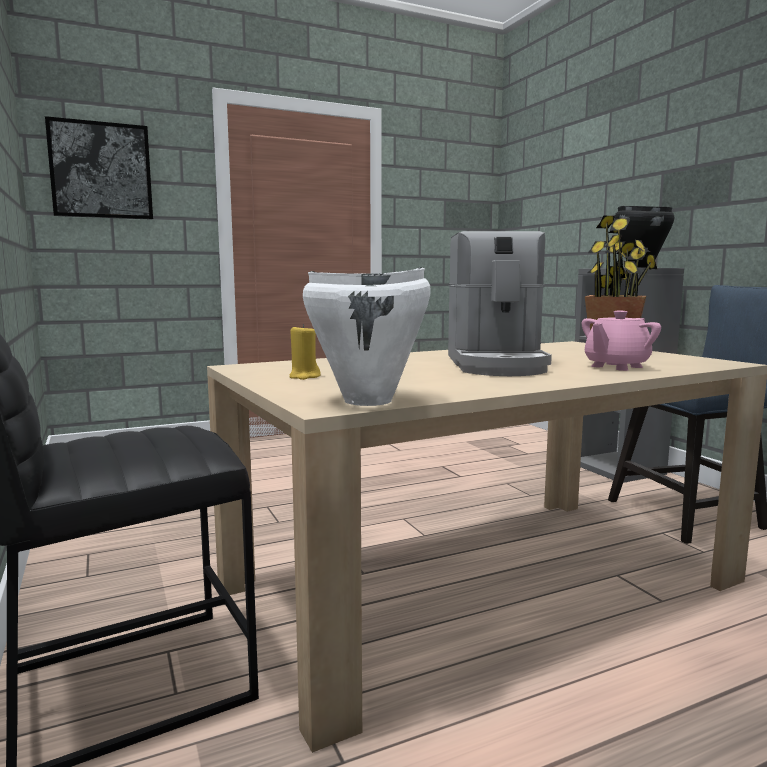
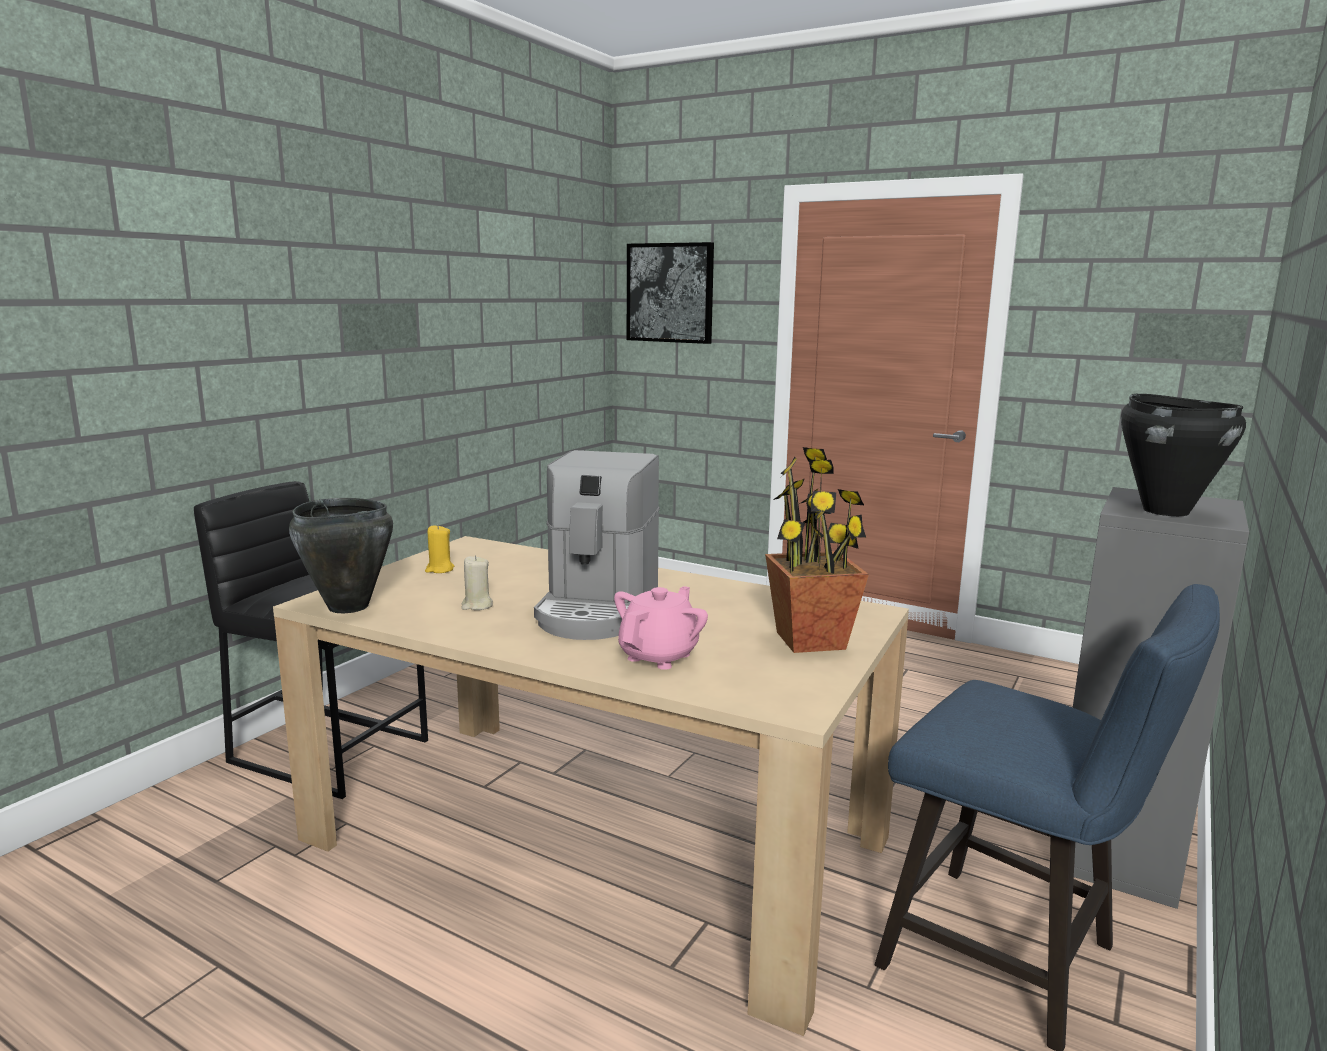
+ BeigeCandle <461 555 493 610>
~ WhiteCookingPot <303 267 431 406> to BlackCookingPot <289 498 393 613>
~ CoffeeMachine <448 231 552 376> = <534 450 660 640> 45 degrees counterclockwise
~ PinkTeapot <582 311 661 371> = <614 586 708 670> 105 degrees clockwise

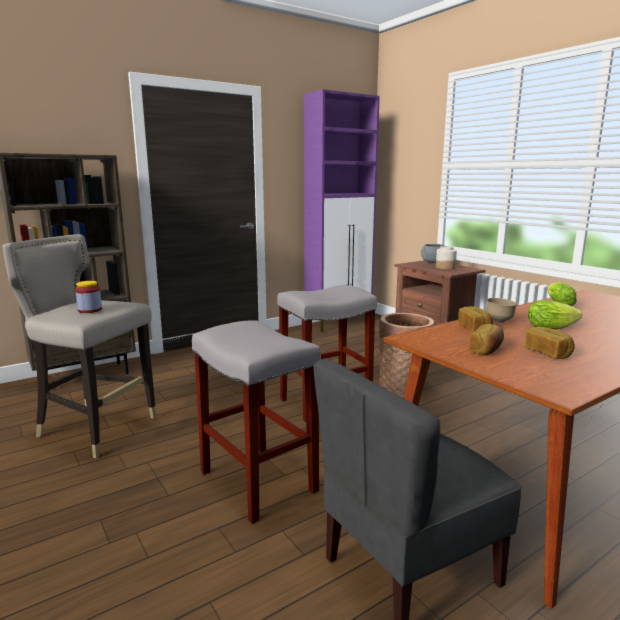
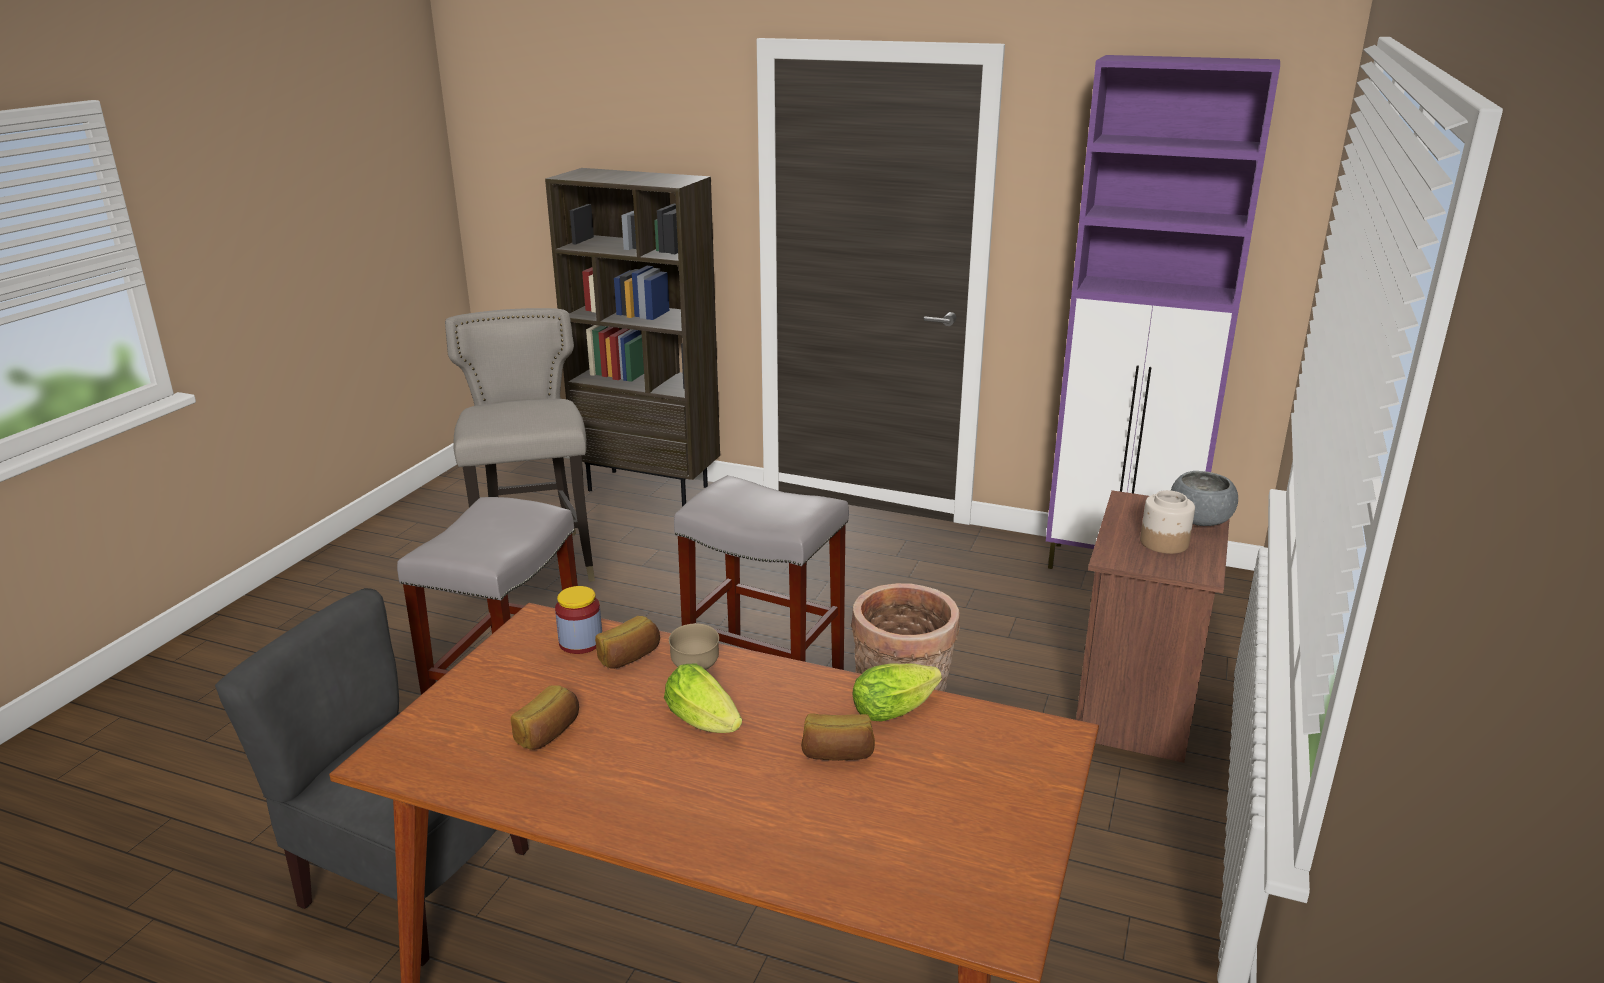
~ Jar <75 281 102 313> to <555 586 602 654>
~ Bread <469 324 504 355> to <801 713 875 761>

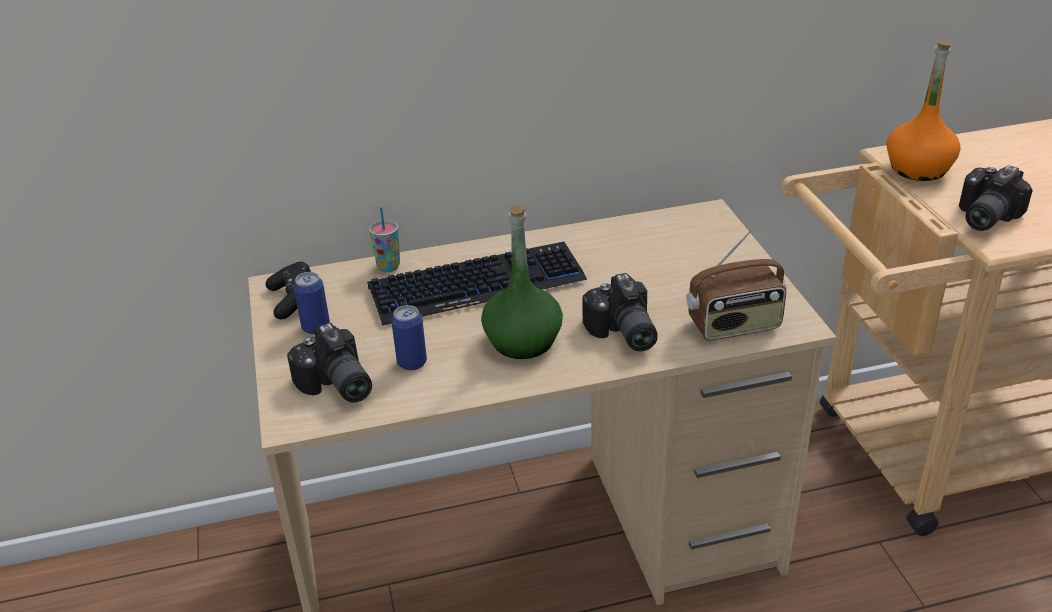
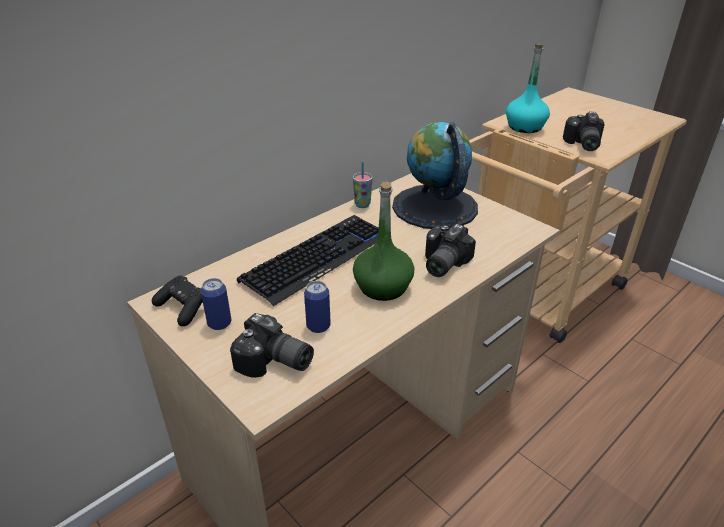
- Radio <686 229 786 341>
+ Globe <392 122 478 229>
~ Cup <369 207 400 272> to <353 162 373 208>
~ OrangeBottle <886 41 961 181> to TurquoiseBottle <506 44 550 133>
~ PhotoCamera <583 273 658 352> = <425 224 476 277> 75 degrees clockwise

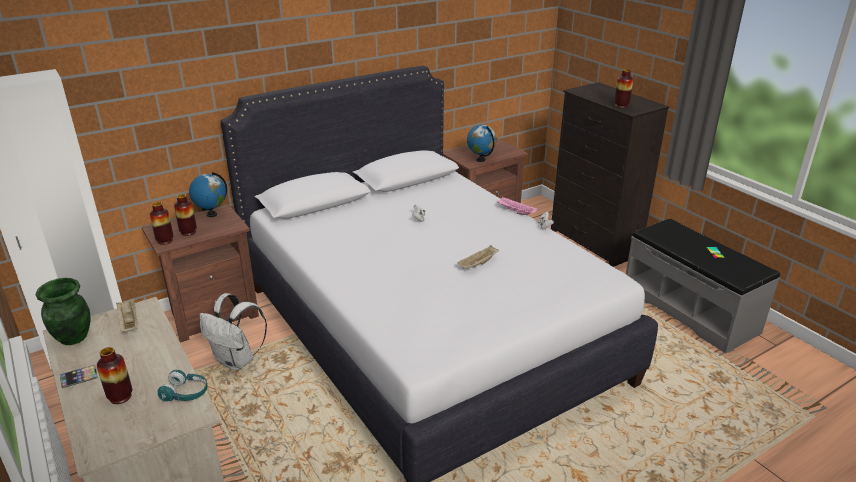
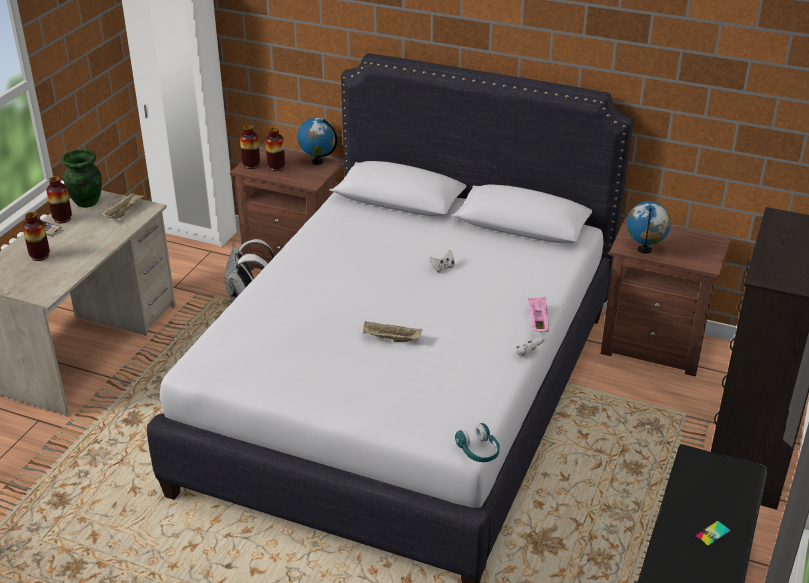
~ TurquoiseHeadphones <158 370 208 402> to <455 423 500 462>
~ Vase <614 69 633 108> to <46 176 72 223>

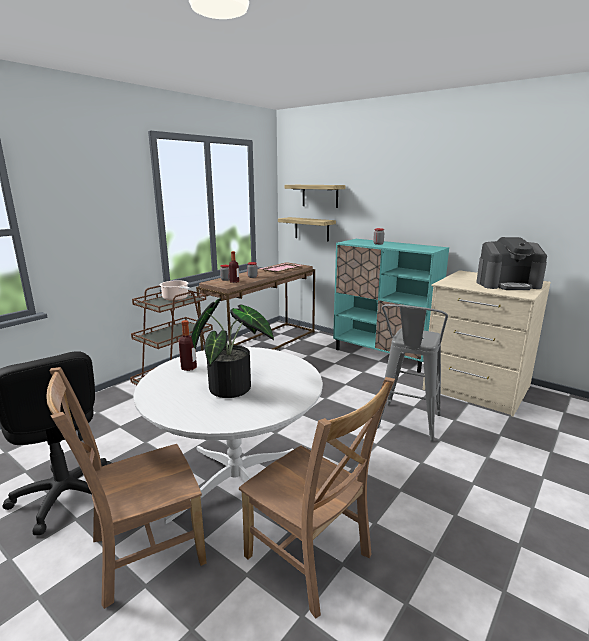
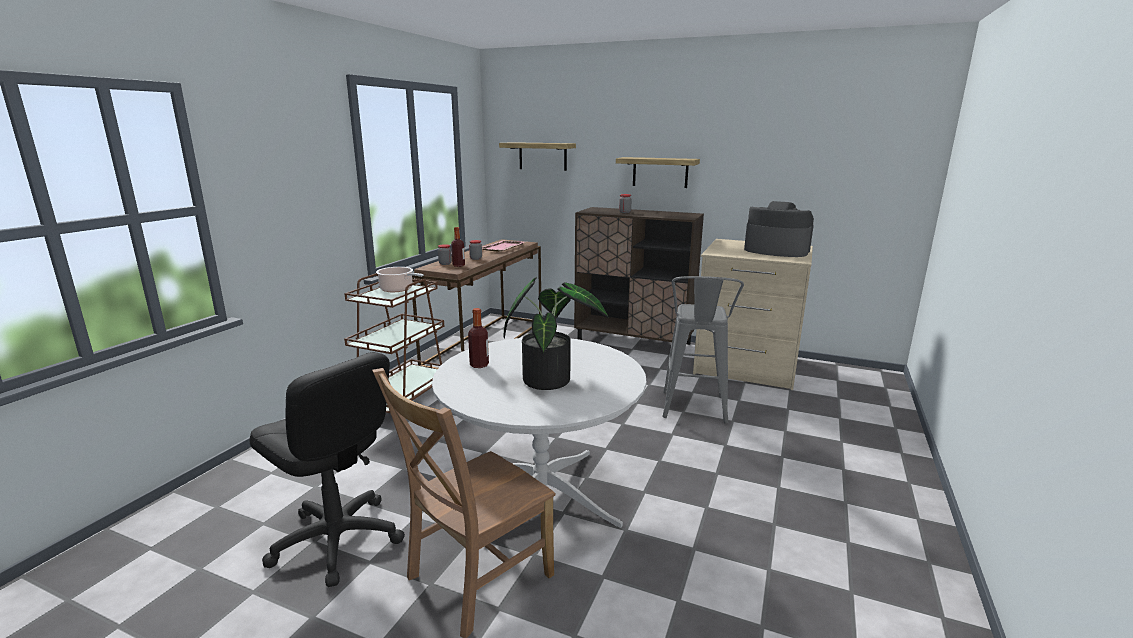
- BrownChair <239 377 395 619>
~ Shelf <278 217 336 241> to <616 157 700 188>
~ TurquoiseCabinet <333 239 449 373> to BrownCabinet <574 207 704 345>
~ CoffeeMachine <476 237 547 290> = <744 201 814 257> 135 degrees counterclockwise

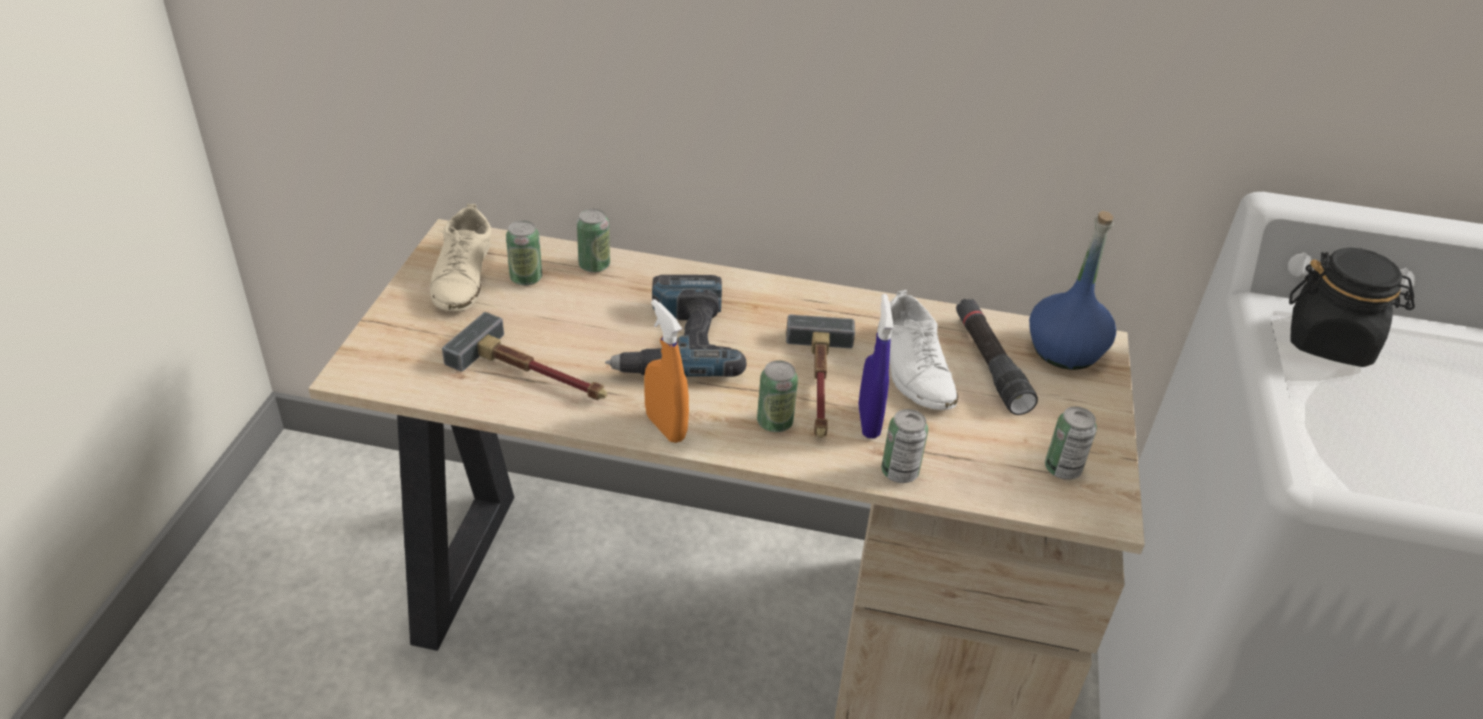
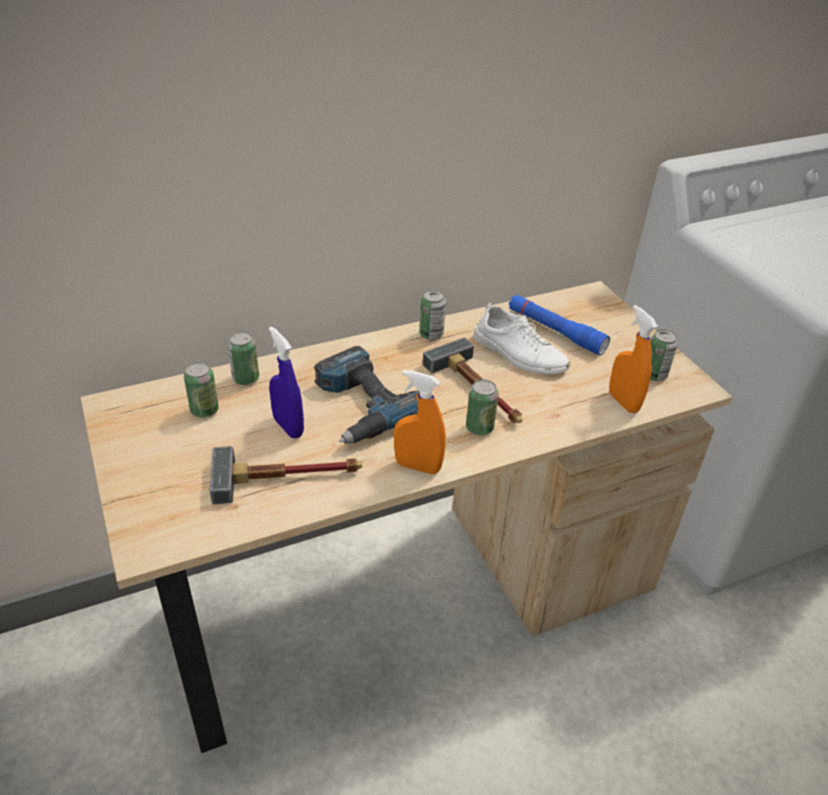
- BeigeShoe <430 204 491 311>
- BlueBottle <1029 211 1116 370>
- BlackJar <1289 248 1415 367>
+ OrangeSprayBottle <609 305 658 413>
~ BlueSprayBottle <859 294 893 439> to <269 326 304 439>
~ Can <881 409 928 483> to <419 290 446 340>
~ BlackFlashlight <956 299 1038 415> to BlueFlashlight <509 295 610 355>

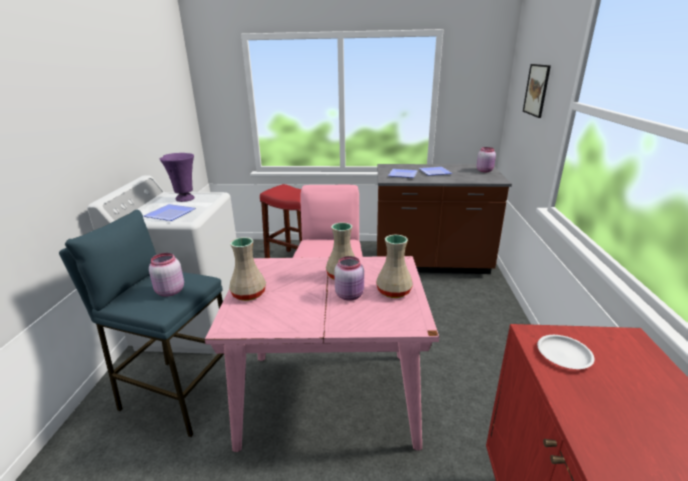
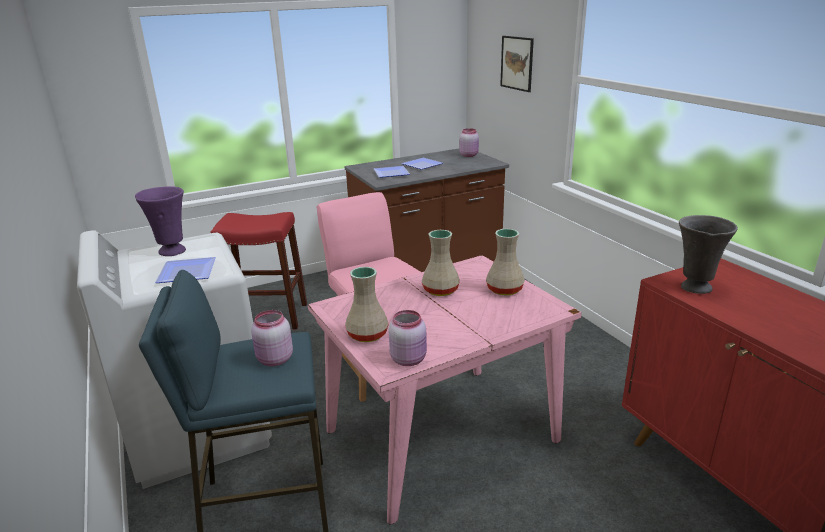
~ PinkJar <334 256 364 301> to <388 310 427 366>
~ WhitePlate <537 335 594 369> to GreyVase <679 215 738 294>

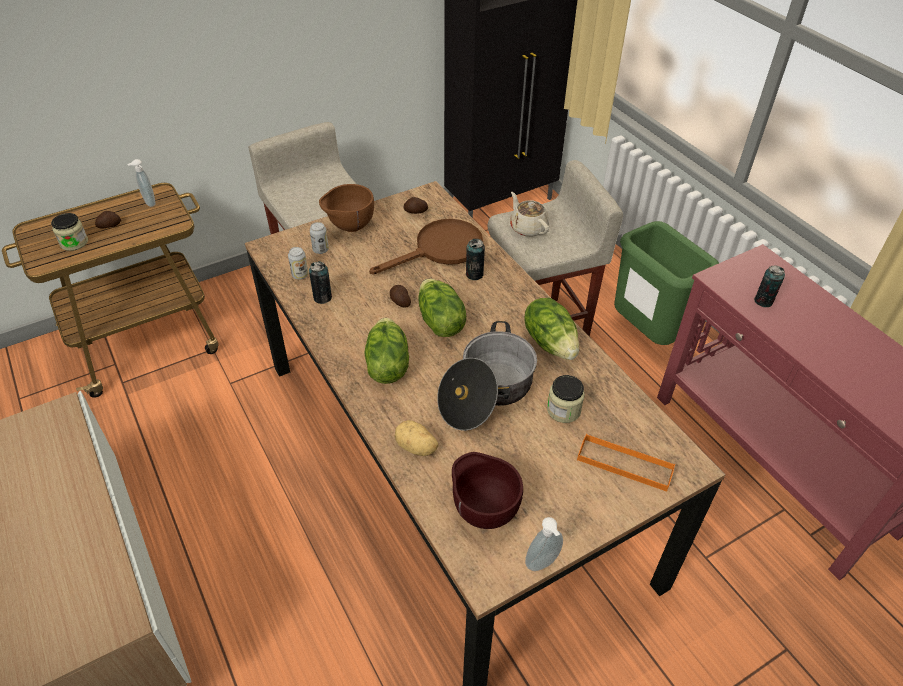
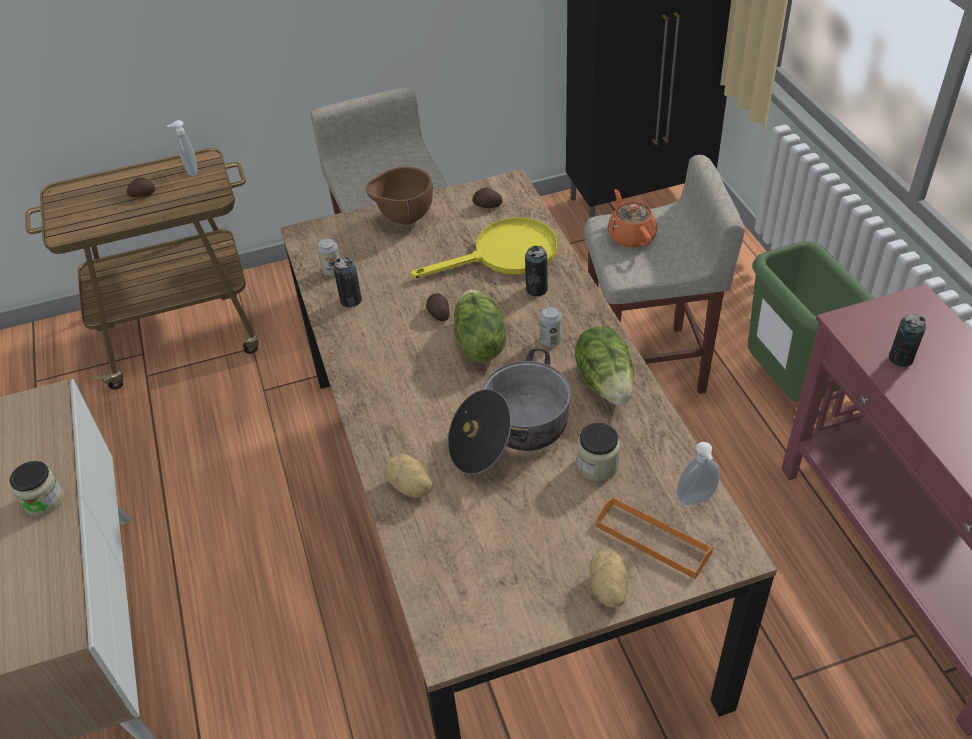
- Lettuce <364 318 409 384>
- BrownBowl <452 452 523 529>
+ Potato <590 551 629 608>
~ Jar <51 213 88 251> to <9 461 64 516>
~ Can <310 222 329 254> to <540 306 562 347>
~ SoapDispenser <525 517 563 571> to <676 442 720 506>
~ BrownFryingPan <369 219 483 275> to YellowFryingPan <411 218 557 278>
~ BeigeTeapot <510 192 549 237> to OrangeTeapot <607 189 657 248>

